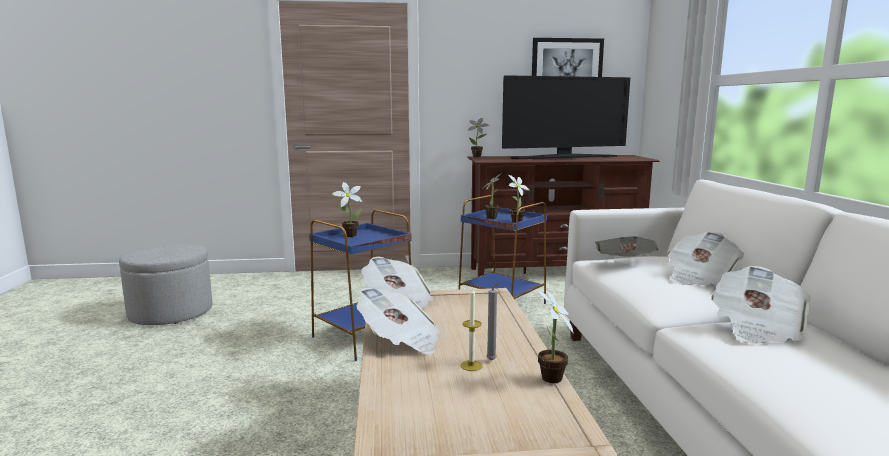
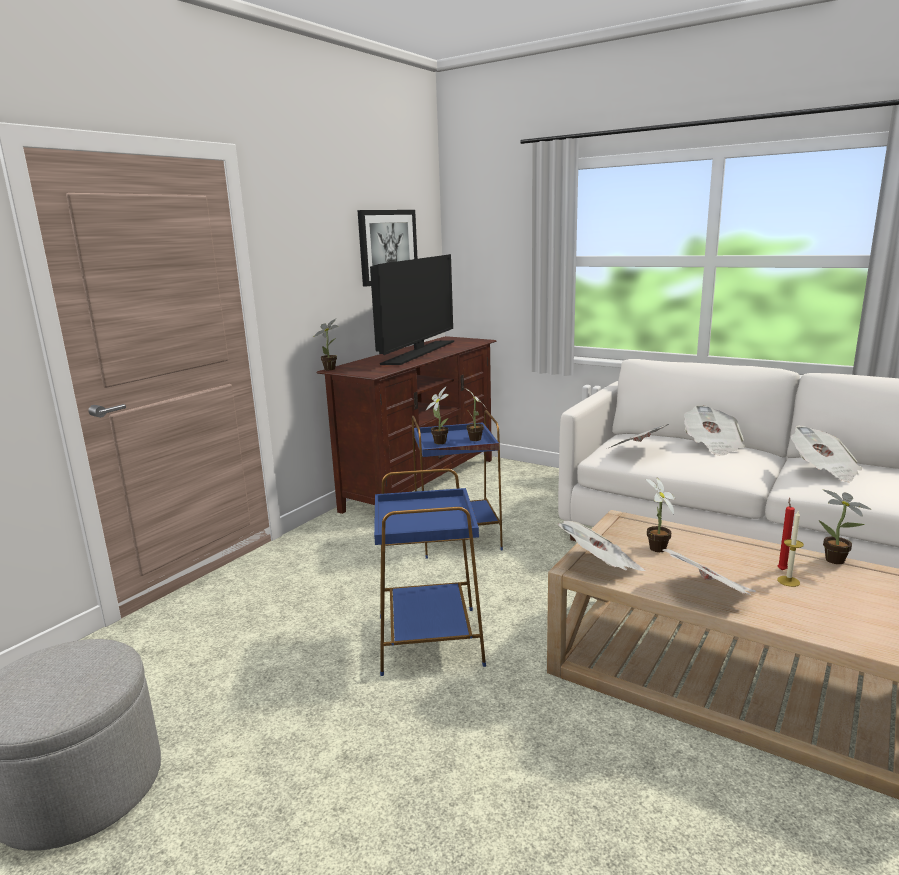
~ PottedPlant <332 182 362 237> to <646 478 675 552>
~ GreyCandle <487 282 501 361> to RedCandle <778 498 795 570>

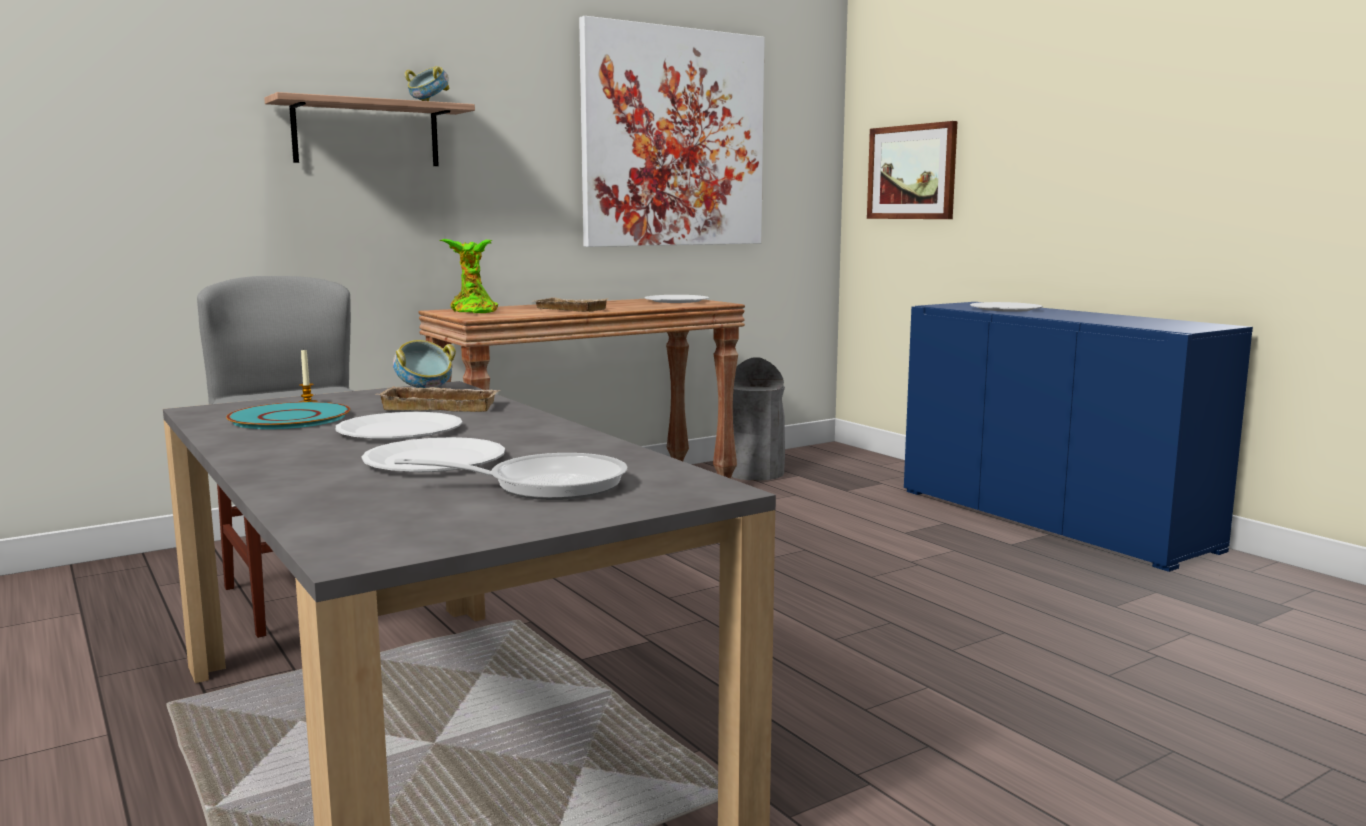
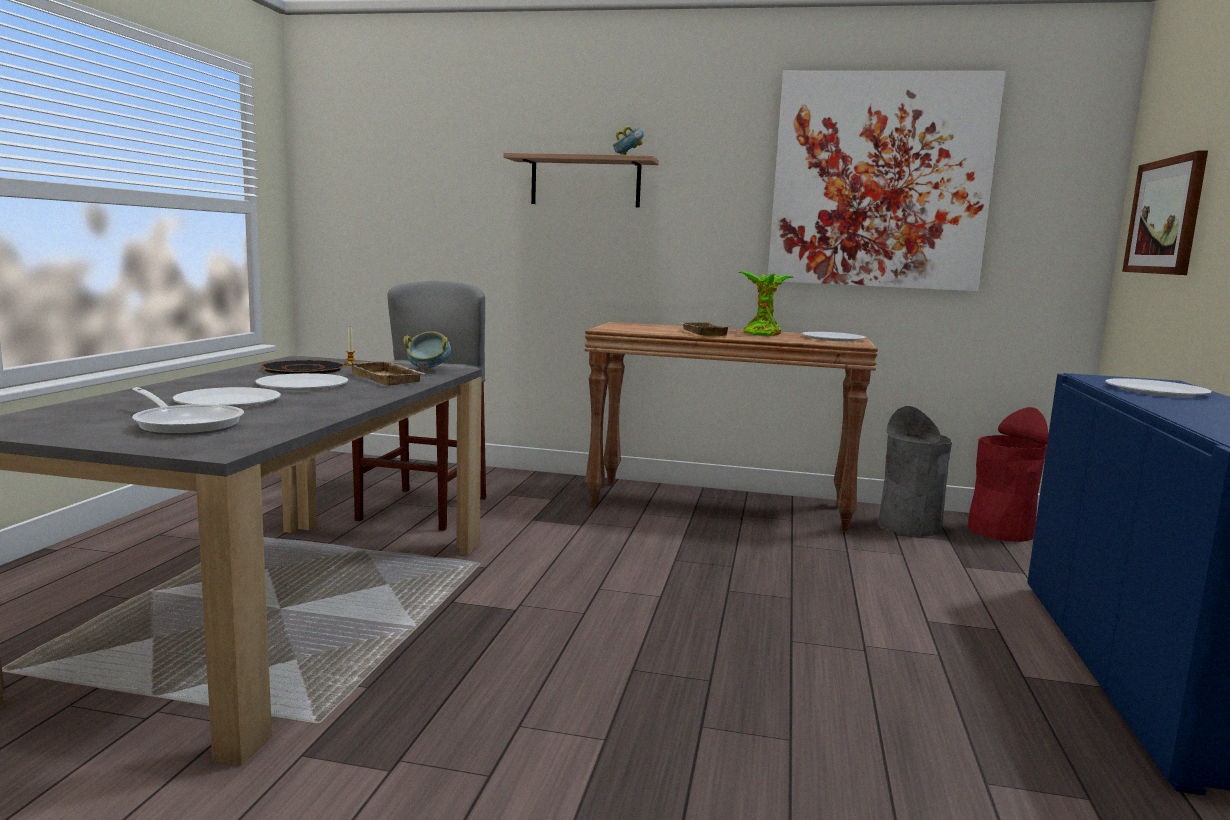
+ RedTrashCan <968 407 1049 542>
~ PottedPlant <439 239 498 313> to <739 271 794 336>
~ TurquoisePlate <226 402 350 429> to BlackPlate <261 360 344 374>

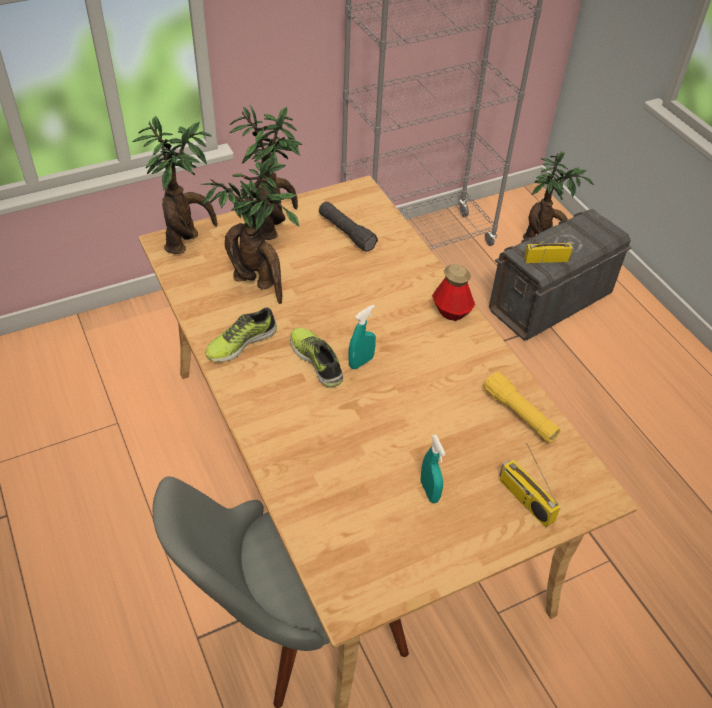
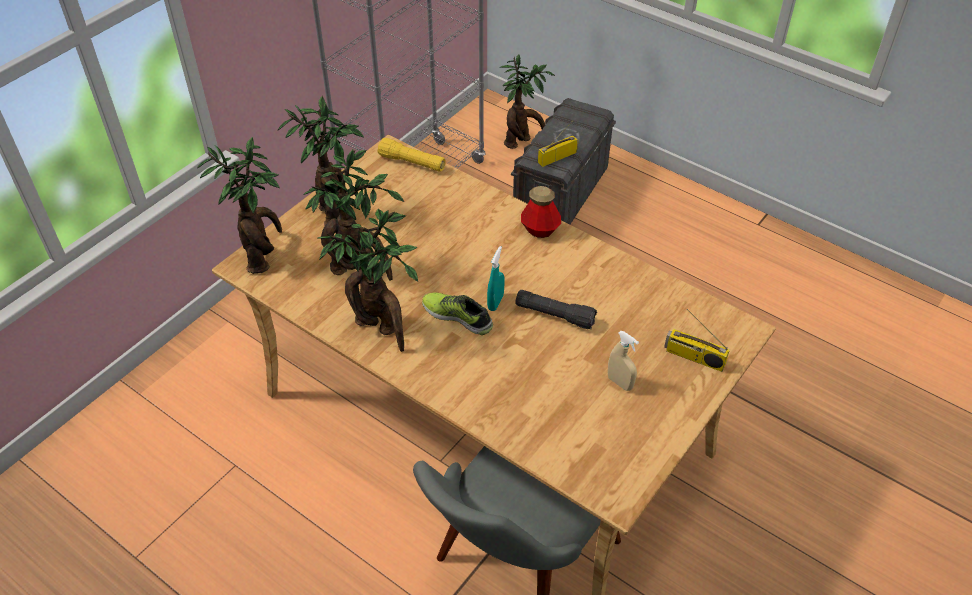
~ BlackFlashlight <319 202 378 252> to <515 290 597 329>
~ YellowFlashlight <484 372 560 442> to <377 138 446 172>
~ Shoe <206 308 277 362> to PottedPlant <317 209 418 352>
~ TurquoiseSprayBottle <421 435 445 503> to BeigeSprayBottle <608 331 639 391>

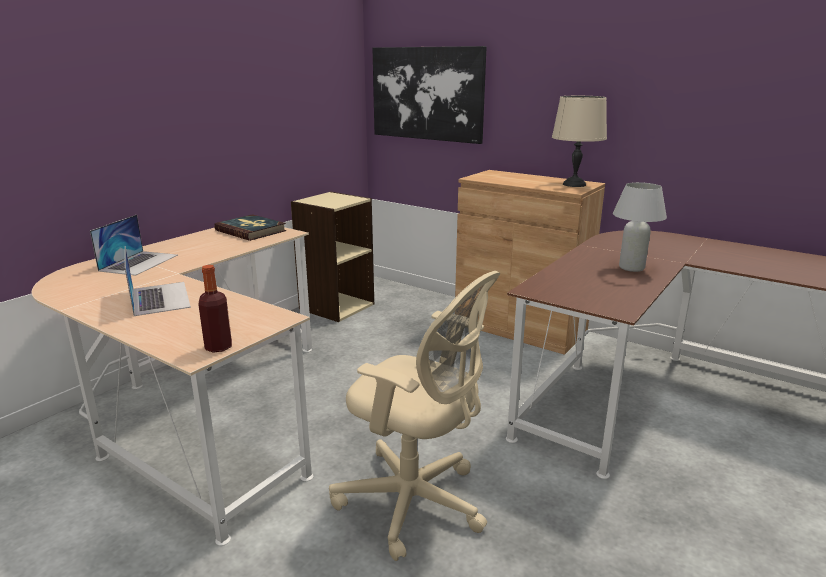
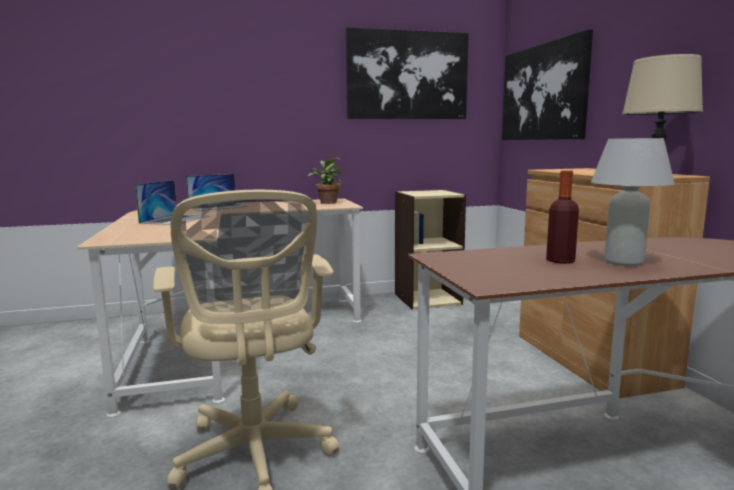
+ Picture <346 27 469 119>
~ Bottle <198 265 232 352> to <546 170 579 264>
~ Book <214 214 287 241> to PottedPlant <308 158 341 204>

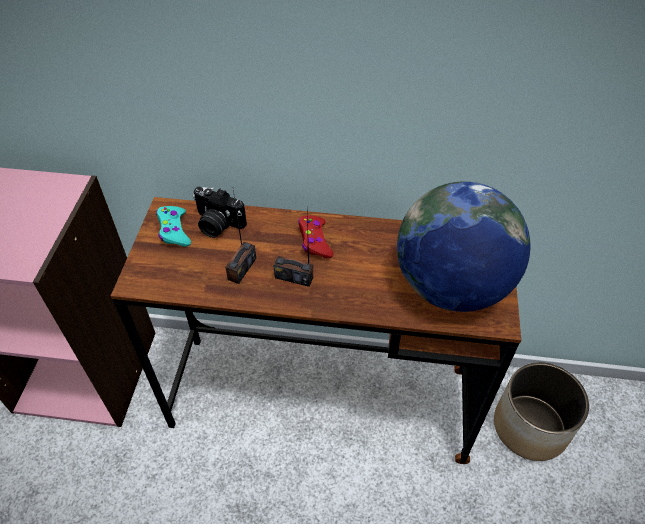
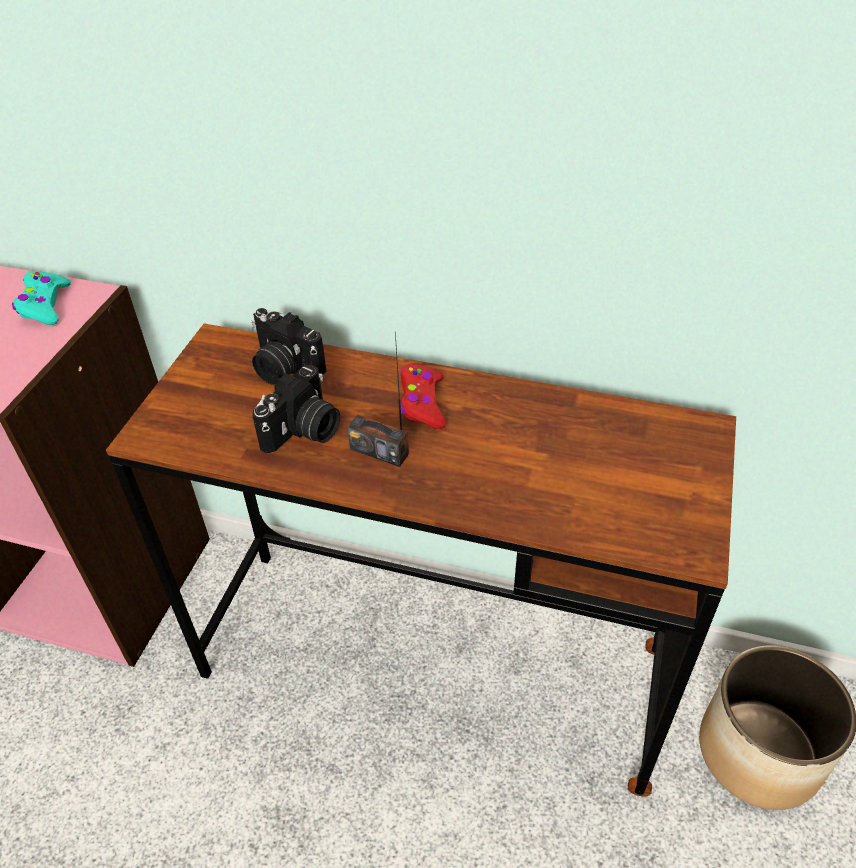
- Globe <397 182 530 312>
~ TurquoiseGameController <156 206 191 247> to <12 271 71 325>
~ Radio <225 190 256 284> to PhotoCamera <253 365 340 454>

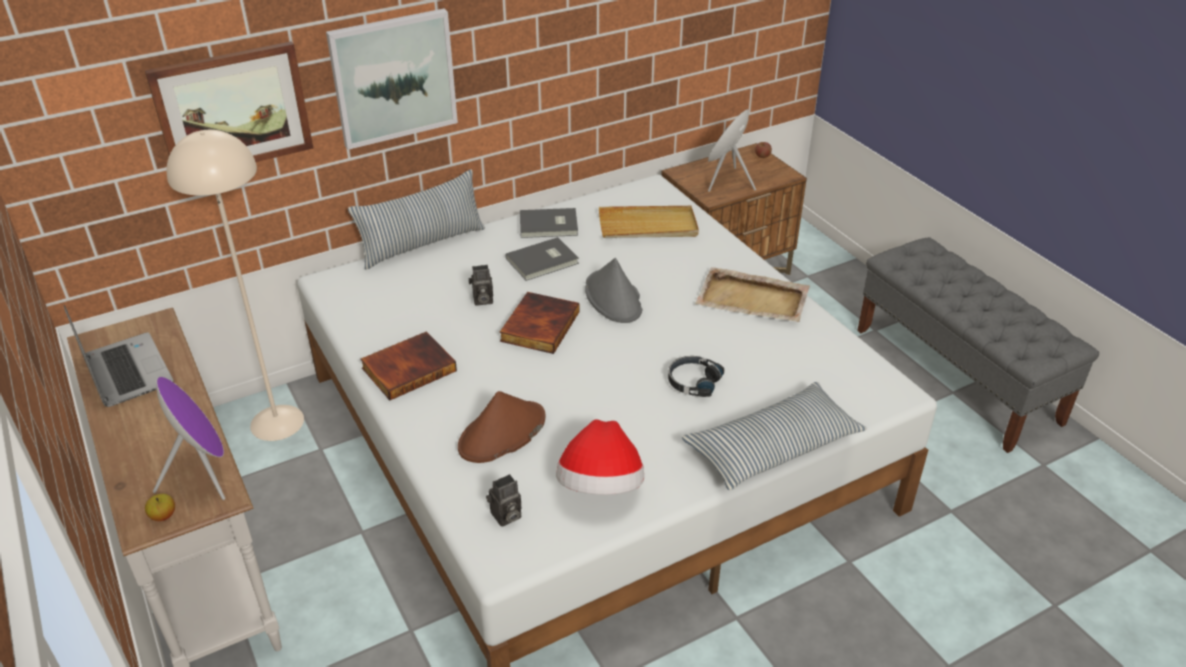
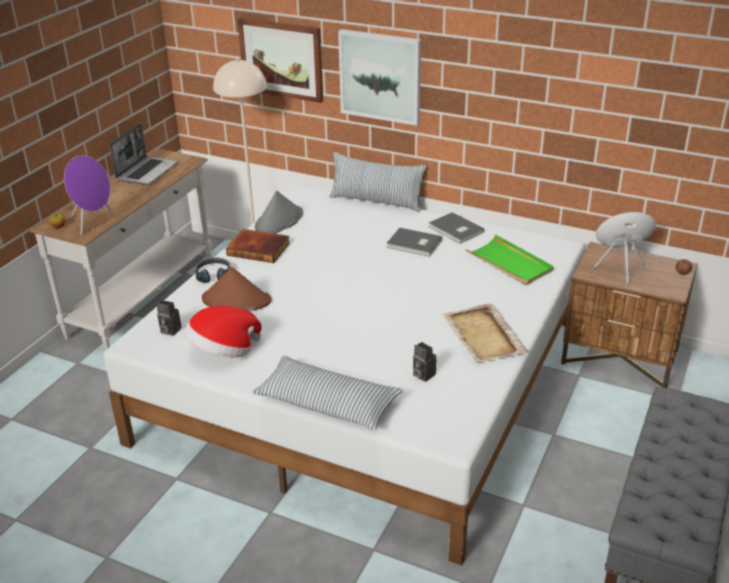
- Book <499 292 579 354>
~ PhotoCamera <469 265 493 306> to <413 342 436 382>
~ GreyHat <585 258 643 323> to <255 191 303 234>
~ BlackHeadphones <668 356 724 397> to <195 257 231 282>
~ BeigeTray <599 206 699 238> to GreenTray <465 234 554 286>

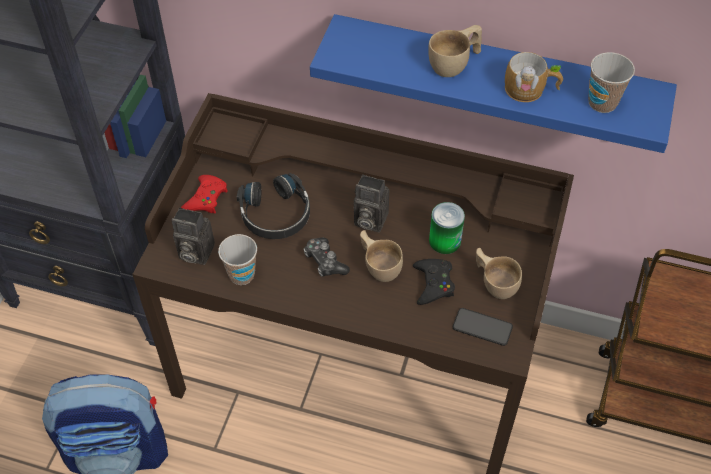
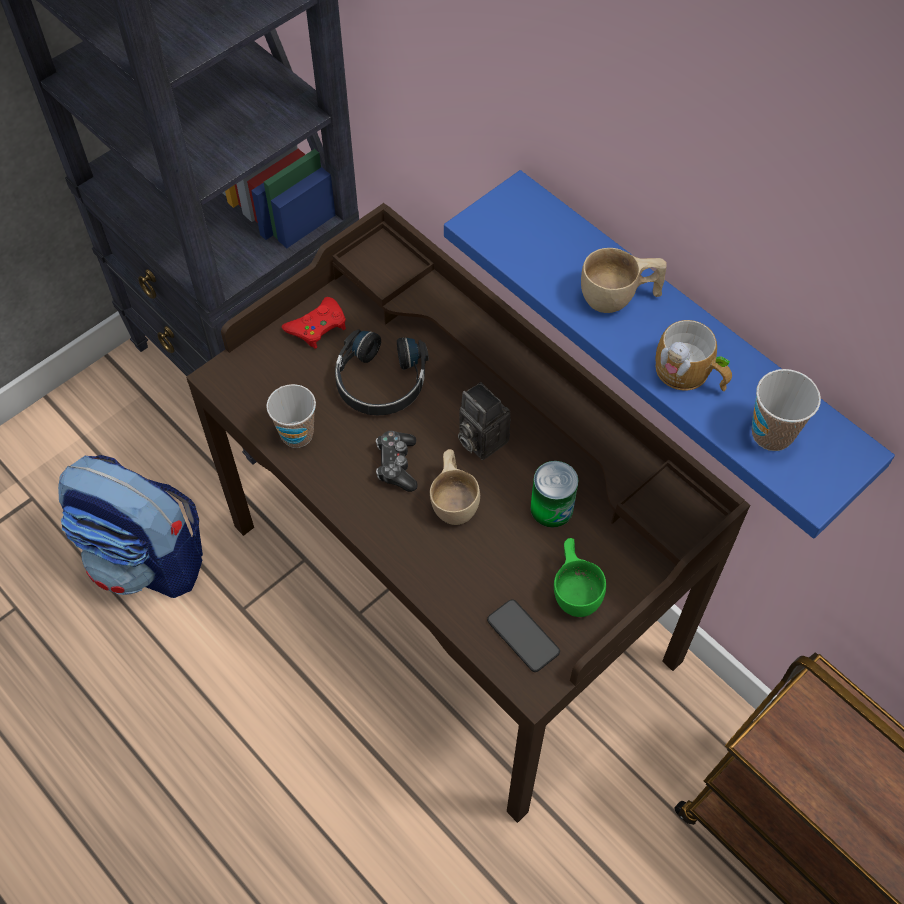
- PhotoCamera <171 207 215 265>
- BlackGameController <413 259 455 305>
~ BeigeCup <476 248 522 299> to GreenCup <554 538 606 617>

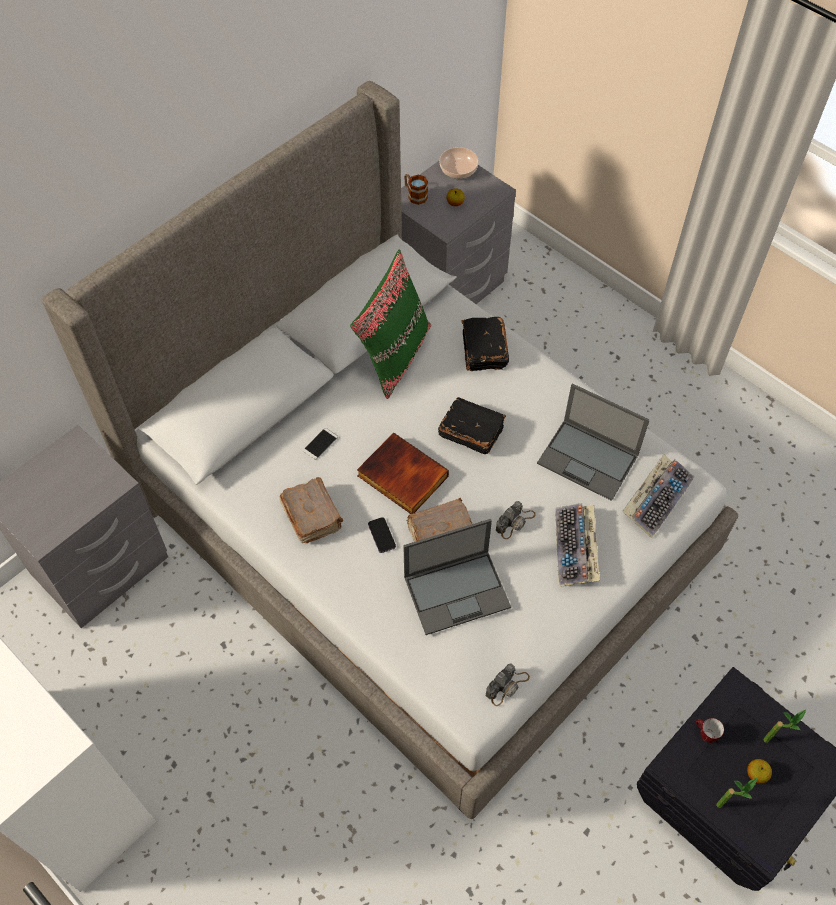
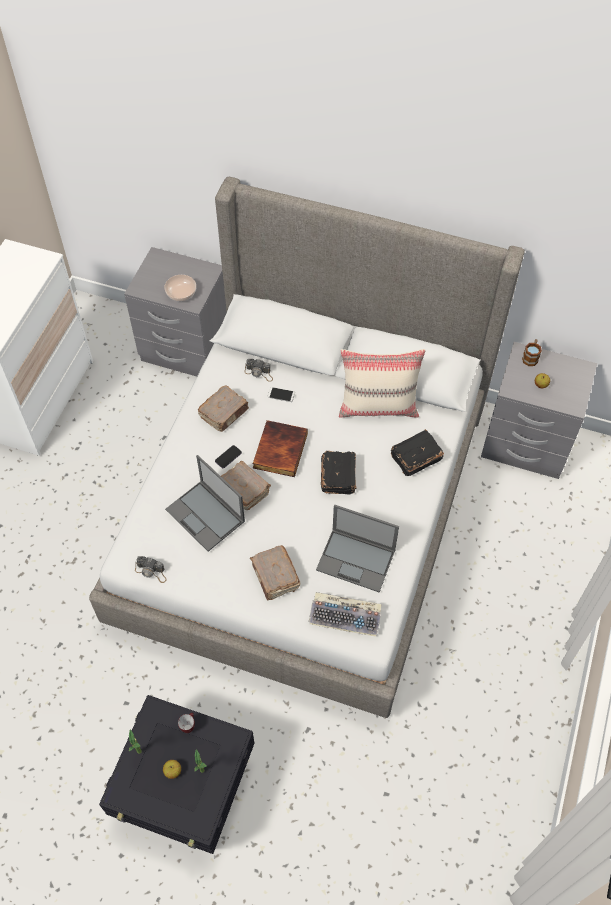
~ Bowl <439 147 479 179> to <164 275 196 301>
~ PhotoCamera <496 501 536 539> to <244 359 273 382>
~ Keyboard <555 503 600 587> to BrownBook <250 545 301 600>
~ GreenPillow <350 250 432 399> to BeigePillow <339 349 426 418>
~ Laptop <537 383 650 501> = <316 504 399 592> 75 degrees counterclockwise

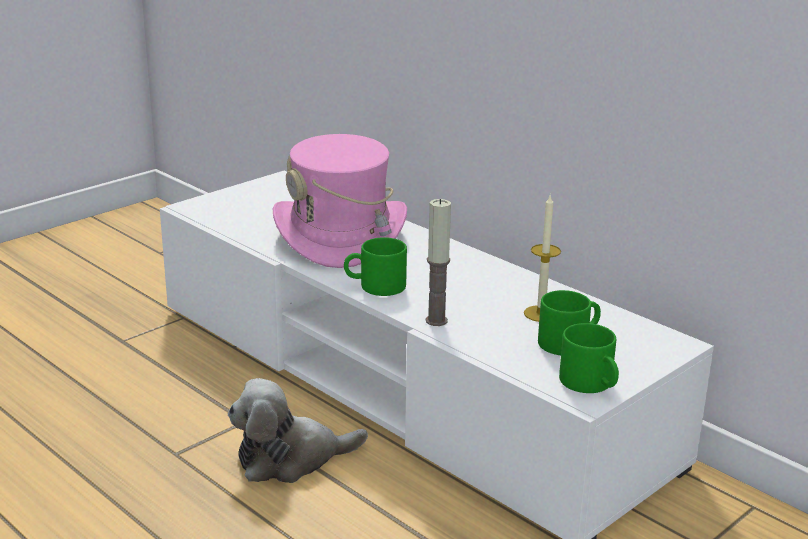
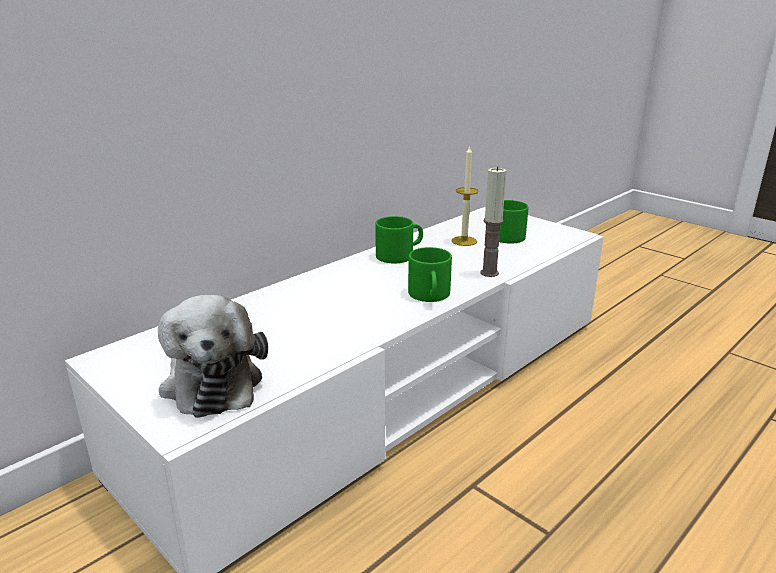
- PinkHat <272 134 407 268>
~ PlushToy <228 378 368 483> to <158 295 268 418>
~ GreenMug <559 323 619 393> to <375 216 423 263>

